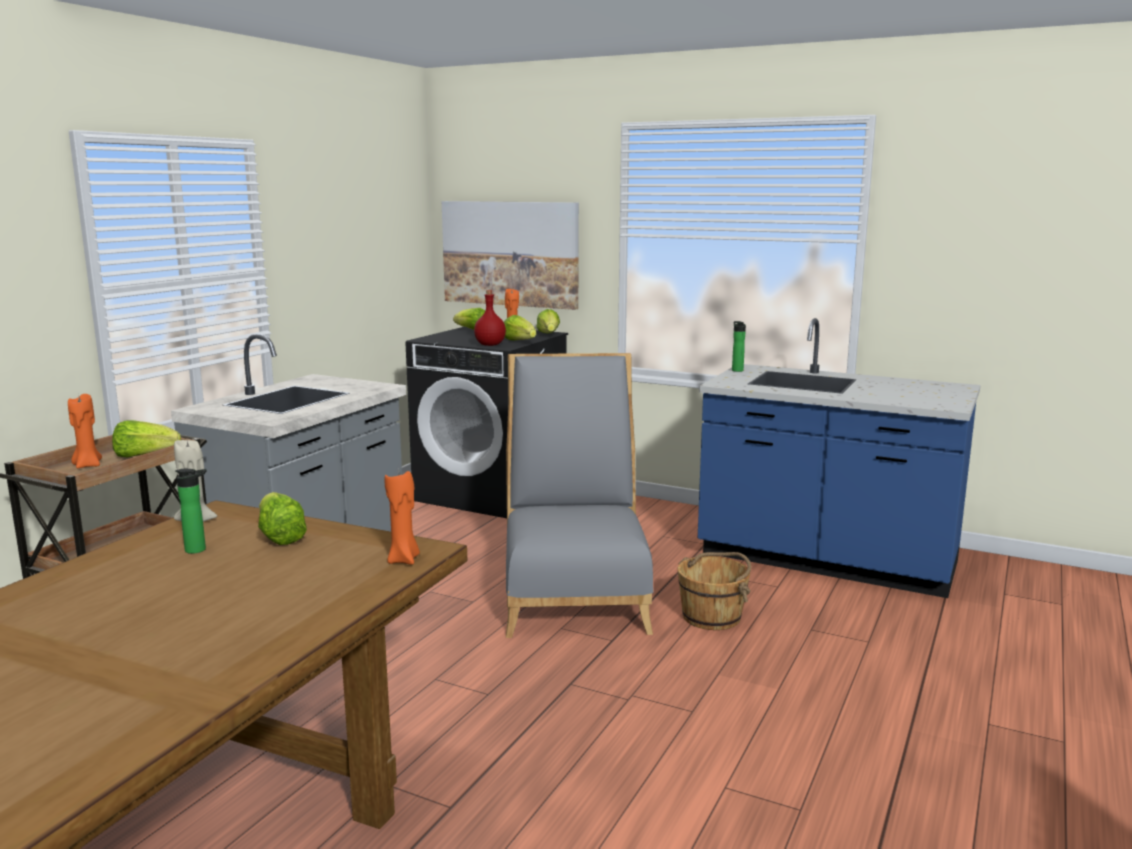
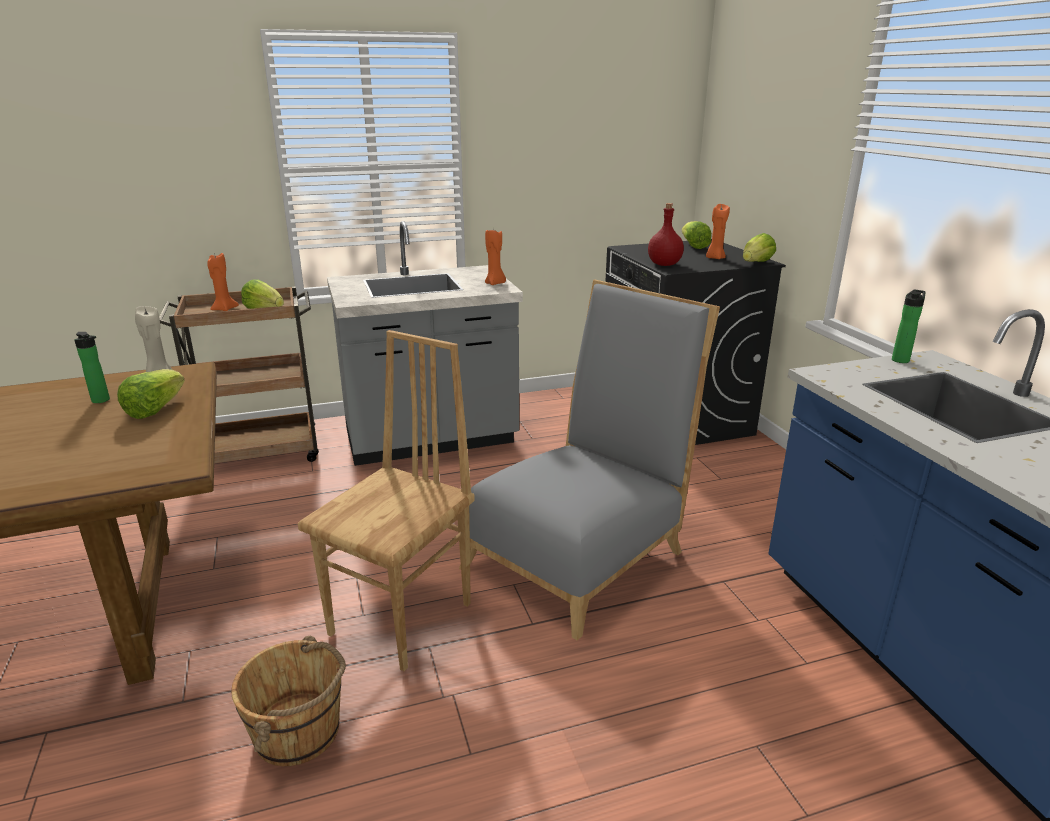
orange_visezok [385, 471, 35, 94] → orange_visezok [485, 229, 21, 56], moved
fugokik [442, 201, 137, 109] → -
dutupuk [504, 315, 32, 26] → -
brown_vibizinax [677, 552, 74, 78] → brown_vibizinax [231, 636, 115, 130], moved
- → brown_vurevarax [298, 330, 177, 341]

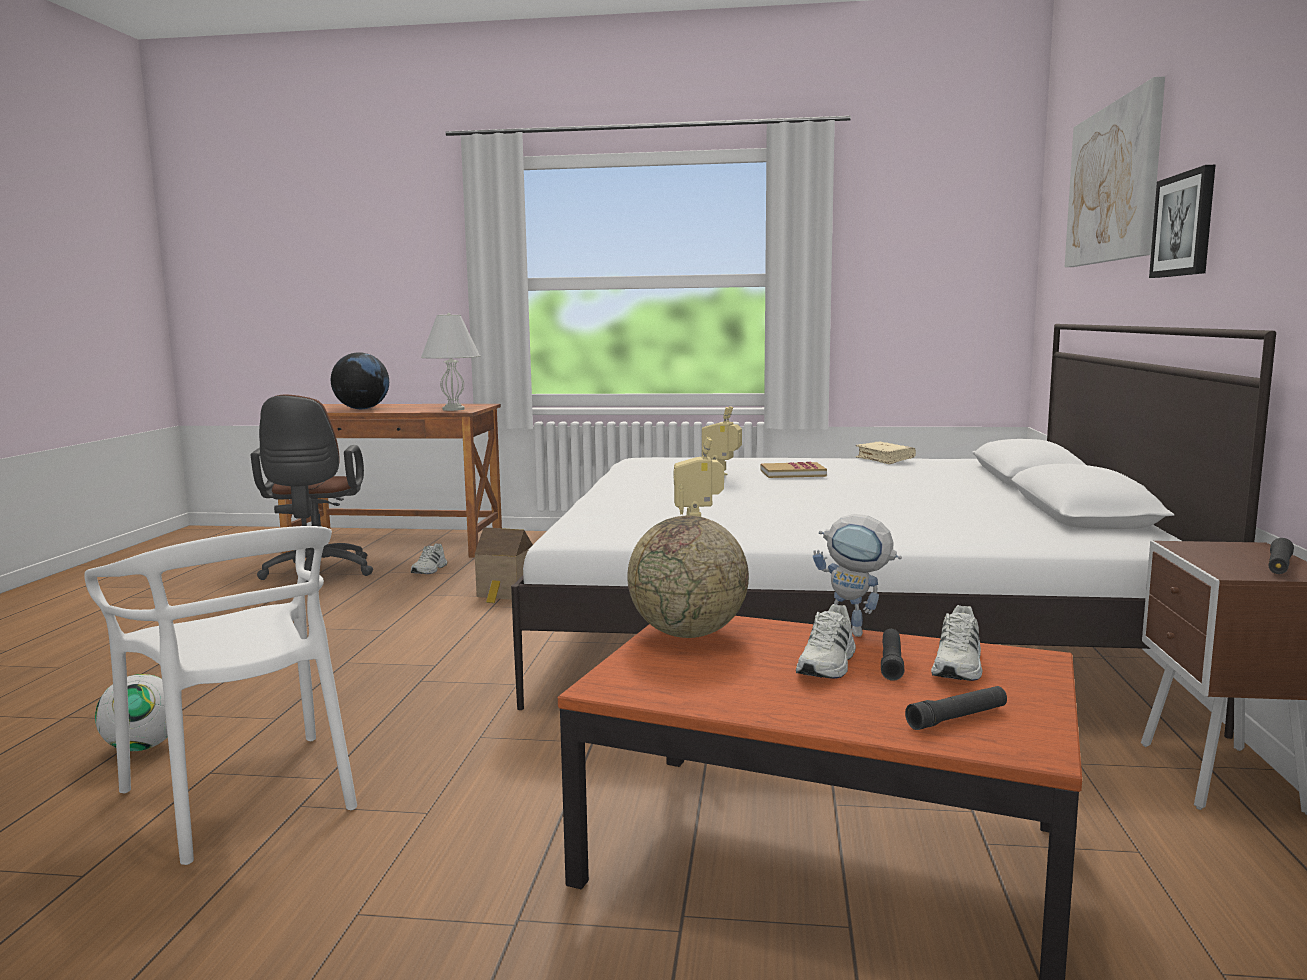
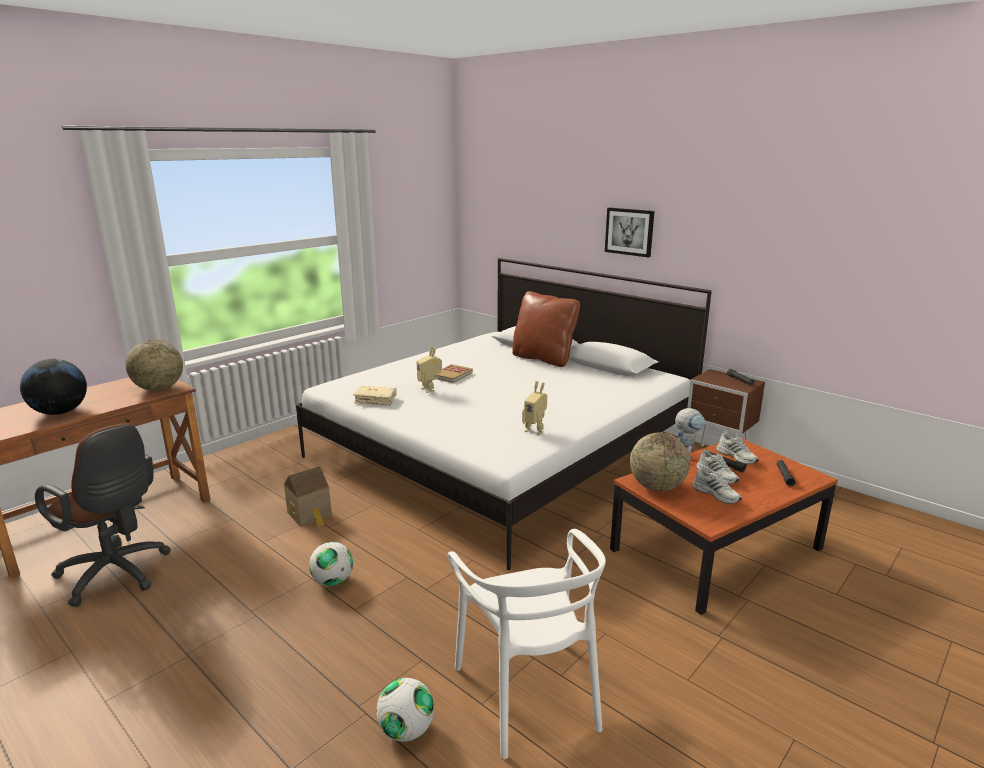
white_vurevarax [84, 526, 273, 339] → white_vurevarax [448, 529, 158, 230], 75 degrees clockwise
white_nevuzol [411, 543, 36, 31] → white_nevuzol [692, 467, 50, 37], moved
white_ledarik [421, 313, 59, 98] → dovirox [126, 340, 57, 51]
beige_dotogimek [856, 442, 60, 22] → beige_dotogimek [353, 386, 44, 20], moved
fugokik [1065, 76, 100, 191] → -
- → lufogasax [309, 542, 44, 44]
- → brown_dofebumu [512, 291, 68, 76]

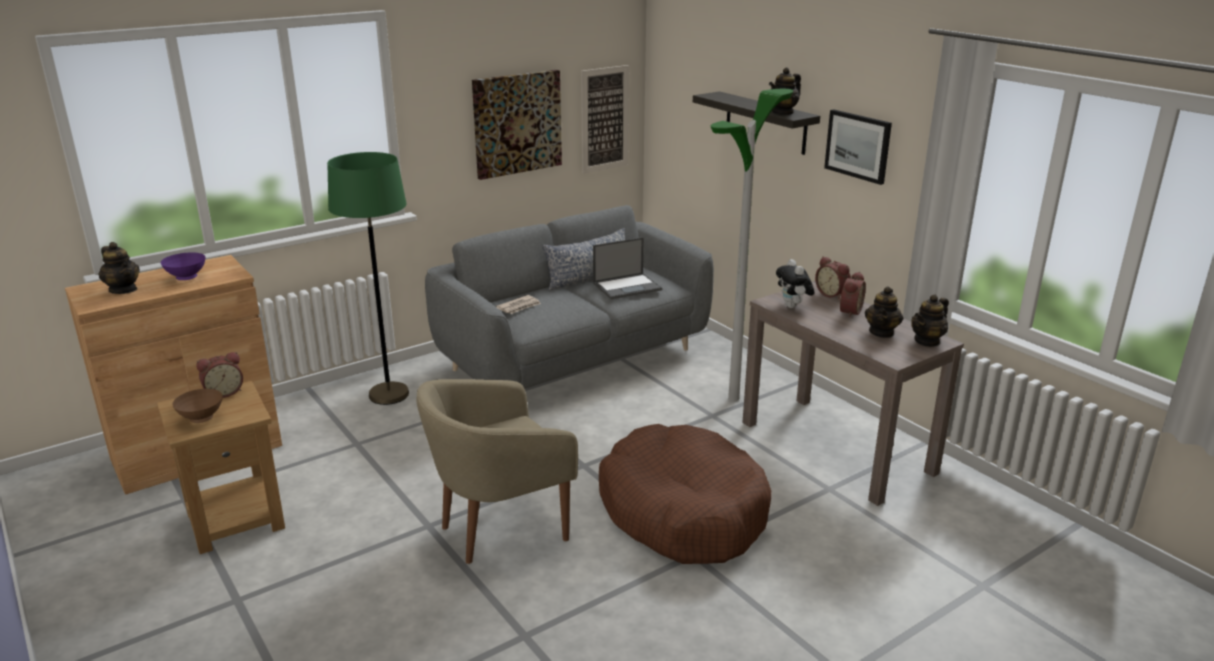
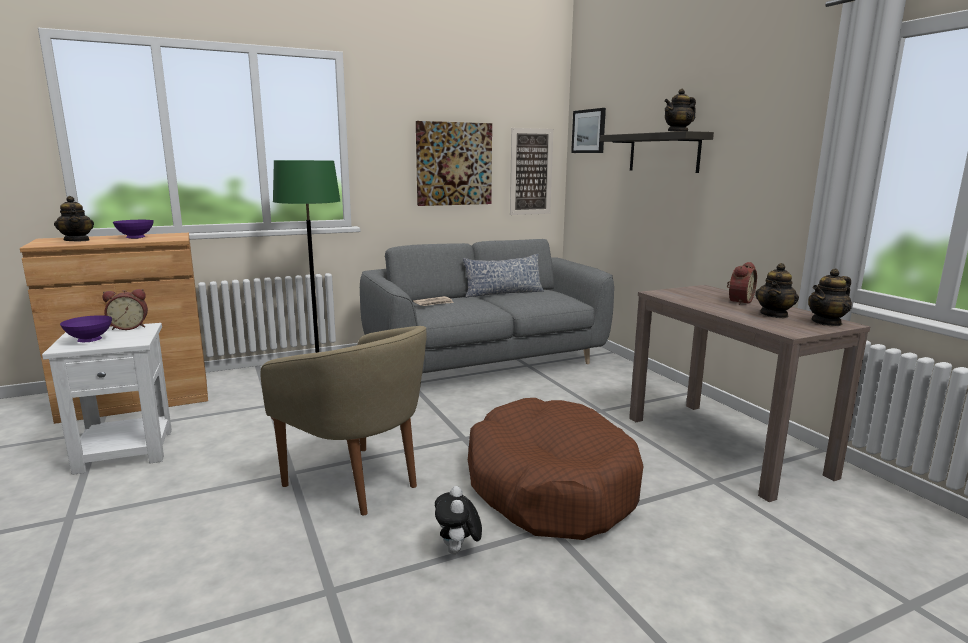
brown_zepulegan [157, 381, 128, 173] → white_zepulegan [42, 323, 130, 152]
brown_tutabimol [172, 389, 51, 34] → purple_tutabimol [60, 315, 52, 27]
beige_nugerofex [417, 379, 161, 185] → beige_nugerofex [260, 326, 167, 189], 120 degrees counterclockwise
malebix [593, 237, 69, 62] → -
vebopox [711, 89, 82, 312] → -
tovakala [776, 259, 39, 49] → tovakala [435, 486, 47, 68], moved
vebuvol [815, 256, 36, 43] → -
fugokik [824, 109, 68, 76] → fugokik [571, 108, 35, 45], moved

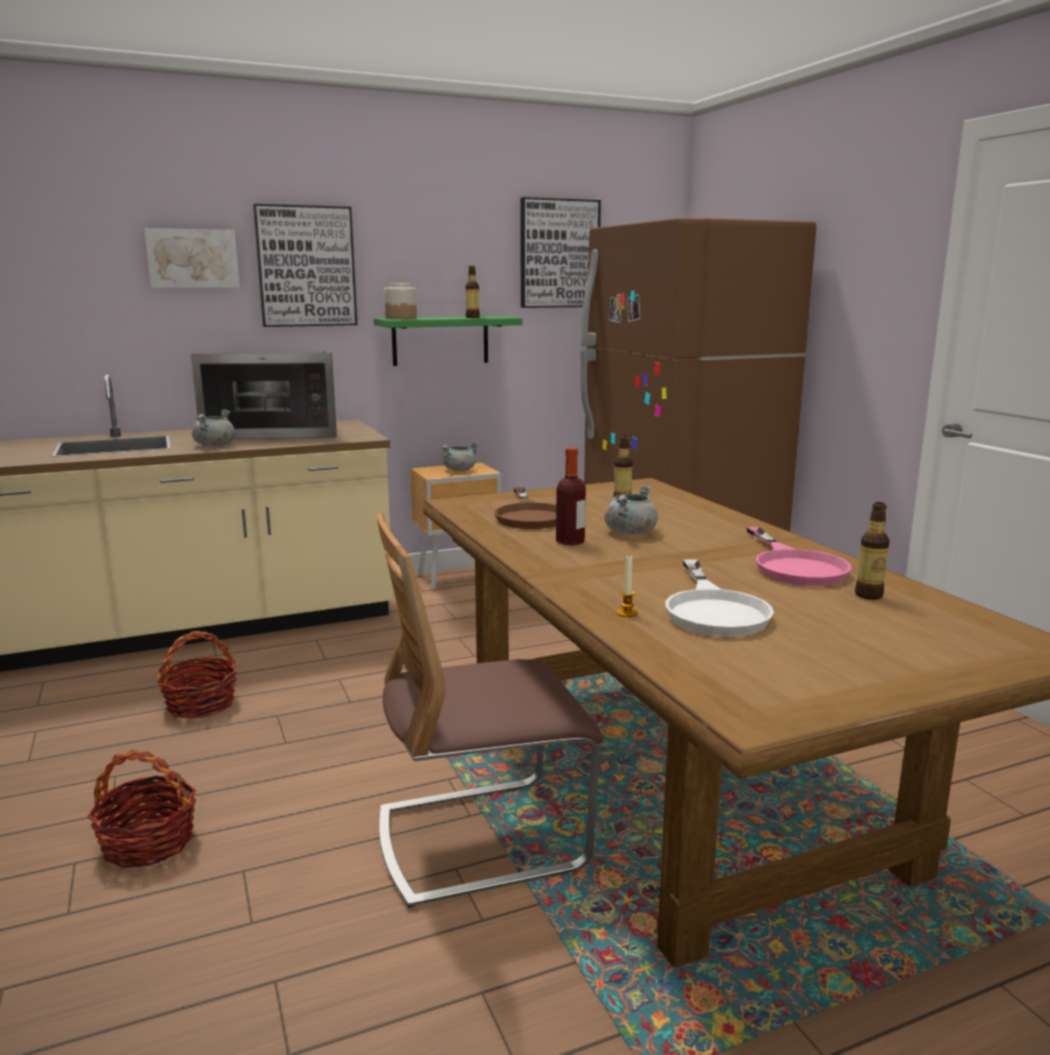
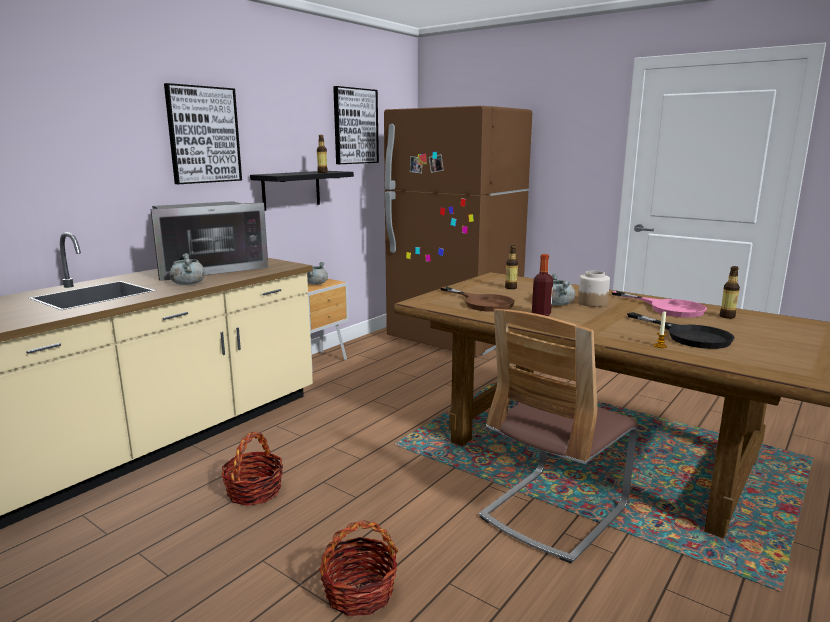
fugokik [144, 228, 96, 60] → -
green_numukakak [374, 316, 149, 50] → black_numukakak [250, 171, 104, 40]
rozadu [384, 283, 33, 36] → rozadu [578, 271, 32, 36], moved
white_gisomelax [665, 559, 109, 78] → black_gisomelax [627, 312, 108, 37]

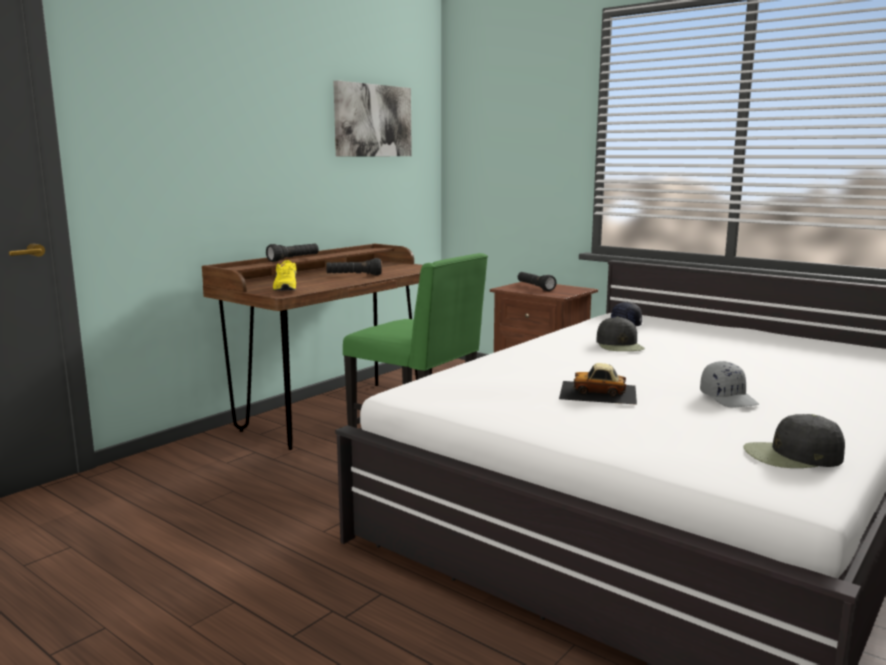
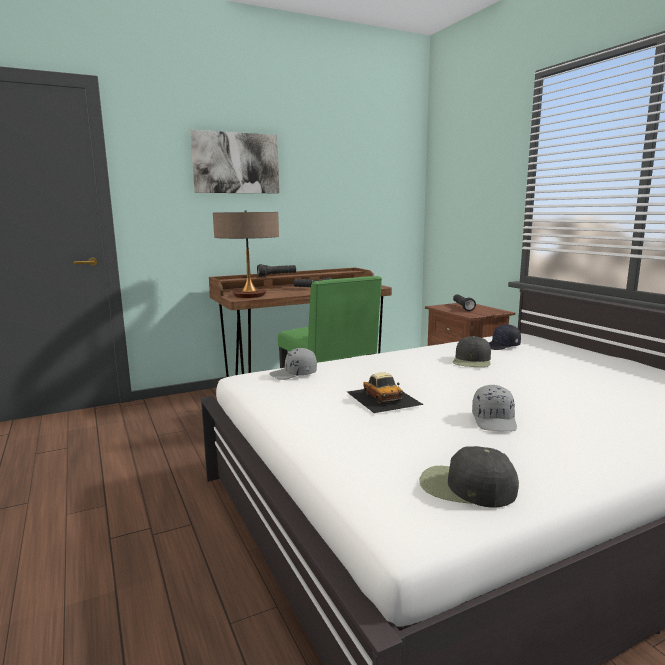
yellow_nevuzol [273, 260, 24, 31] → ledarik [213, 211, 66, 87]
fugokik [333, 80, 79, 76] → fugokik [190, 130, 89, 63], moved
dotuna [559, 363, 78, 42] → dotuna [347, 373, 77, 40], 150 degrees counterclockwise
- → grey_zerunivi [269, 348, 48, 32]

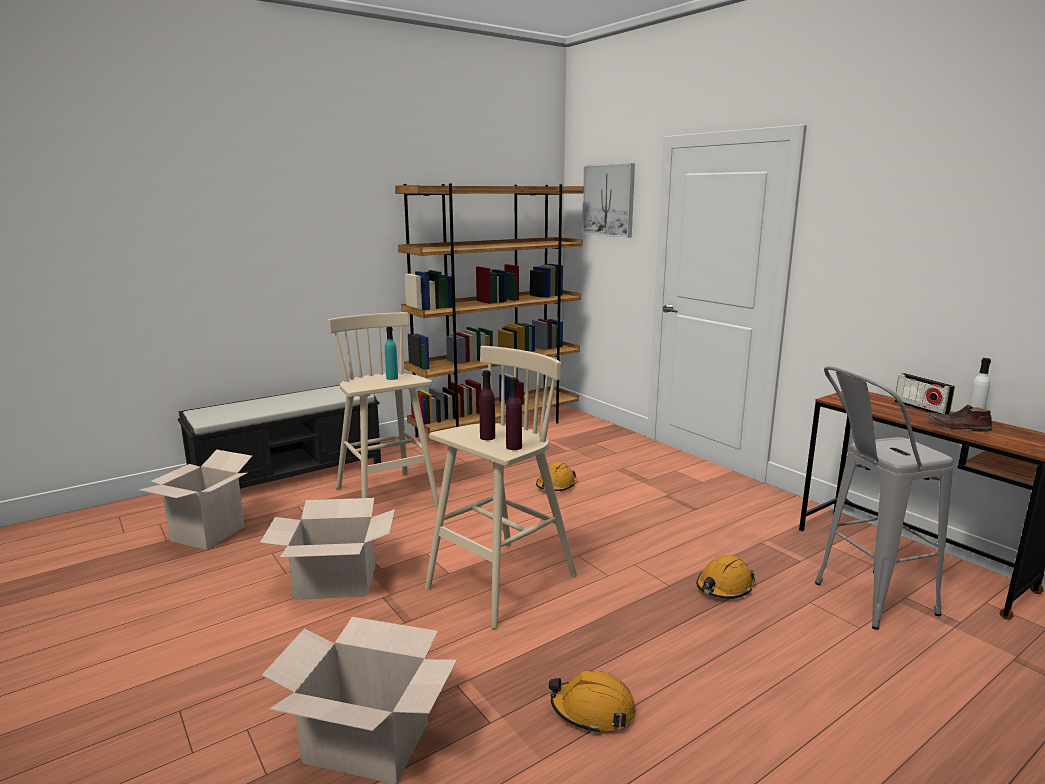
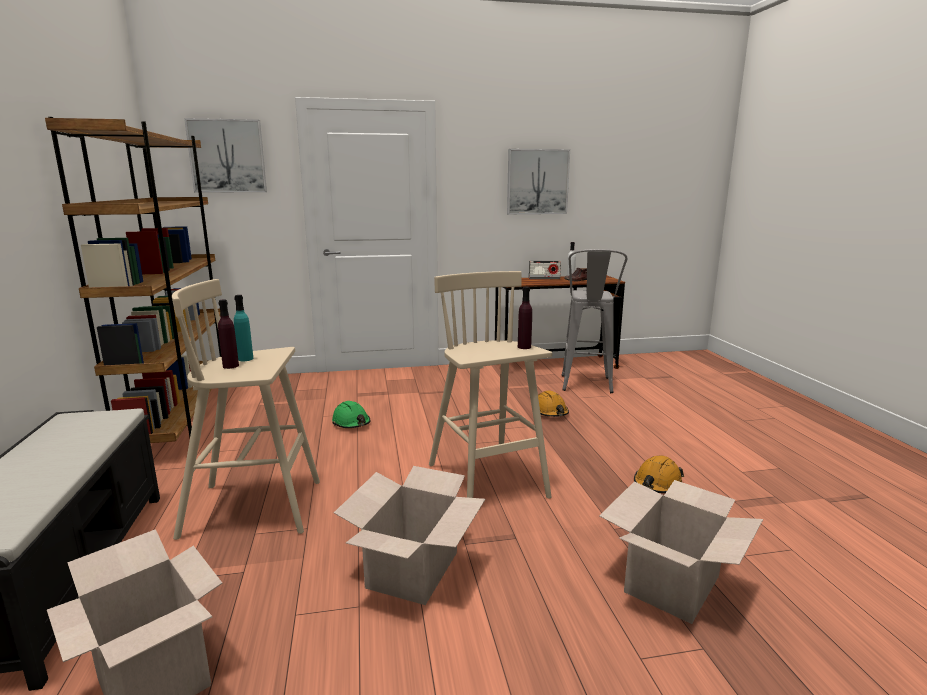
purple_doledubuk [479, 370, 16, 70] → purple_doledubuk [218, 300, 21, 69], moved
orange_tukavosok [536, 462, 41, 29] → green_tukavosok [332, 401, 39, 27]
- → fugokik [507, 149, 63, 65]

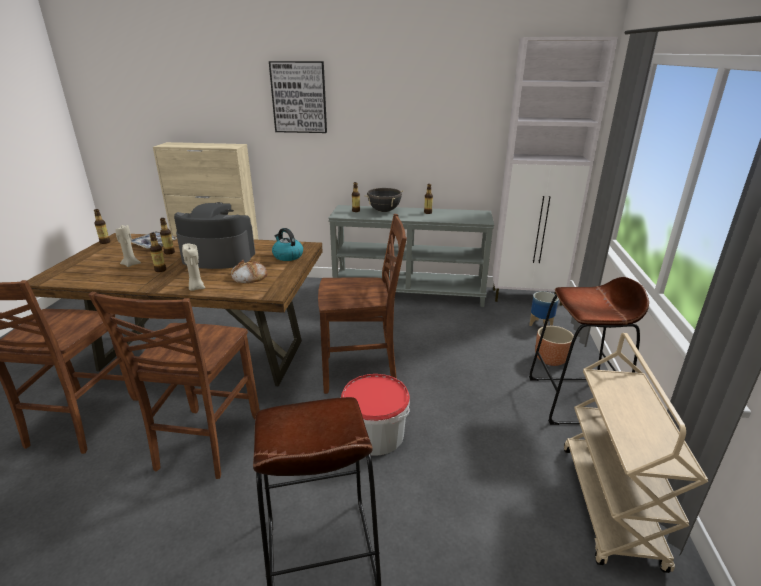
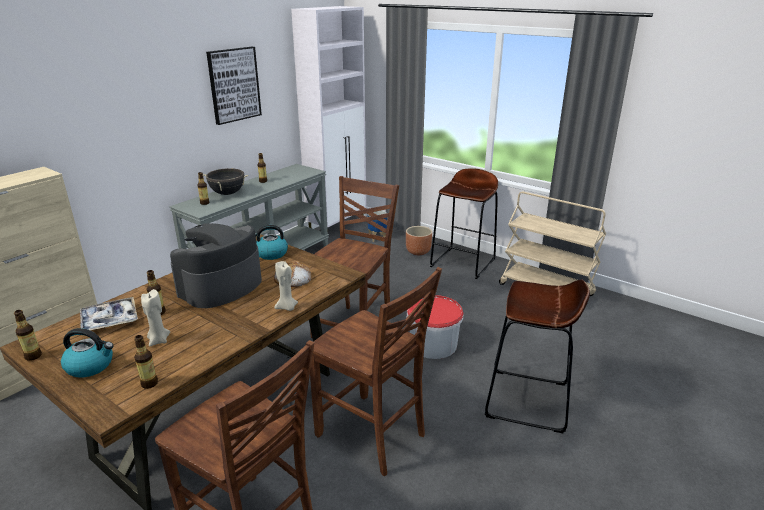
doledubuk [150, 233, 16, 39] → doledubuk [134, 335, 24, 54], moved
fugokik [269, 61, 58, 72] → fugokik [206, 47, 56, 78], moved
- → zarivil [61, 328, 53, 50]

